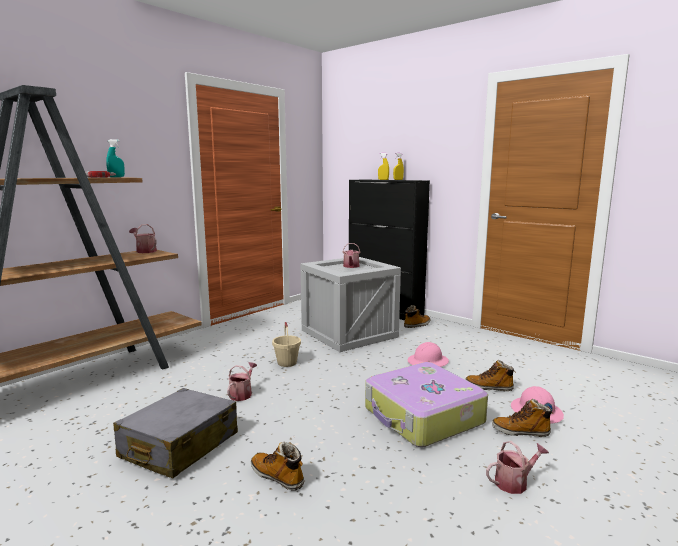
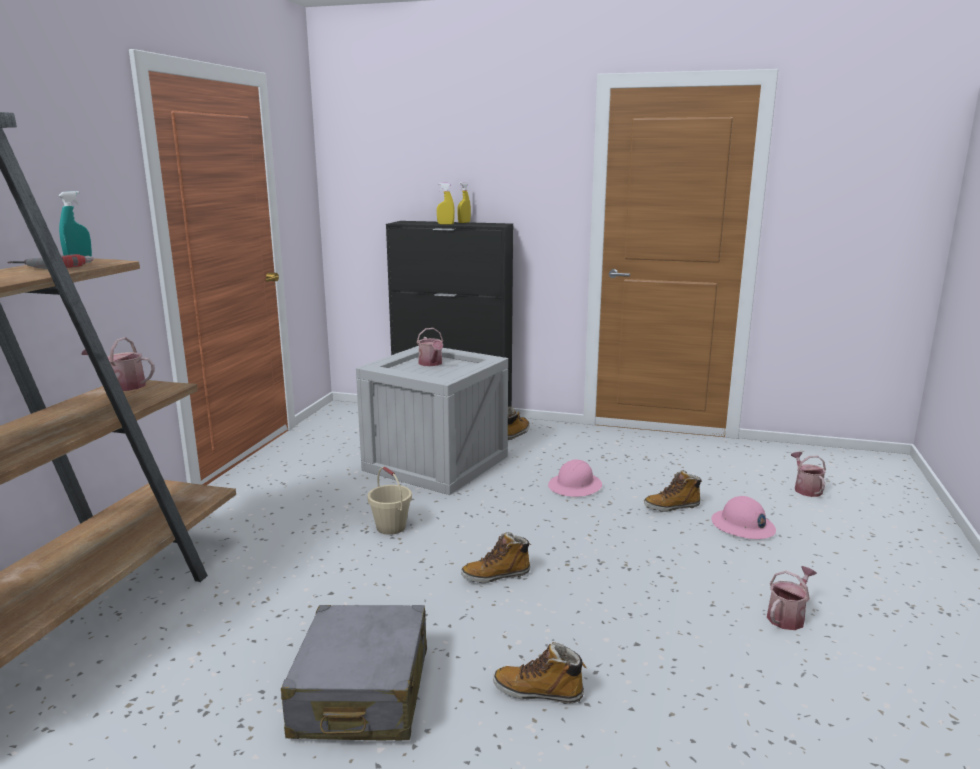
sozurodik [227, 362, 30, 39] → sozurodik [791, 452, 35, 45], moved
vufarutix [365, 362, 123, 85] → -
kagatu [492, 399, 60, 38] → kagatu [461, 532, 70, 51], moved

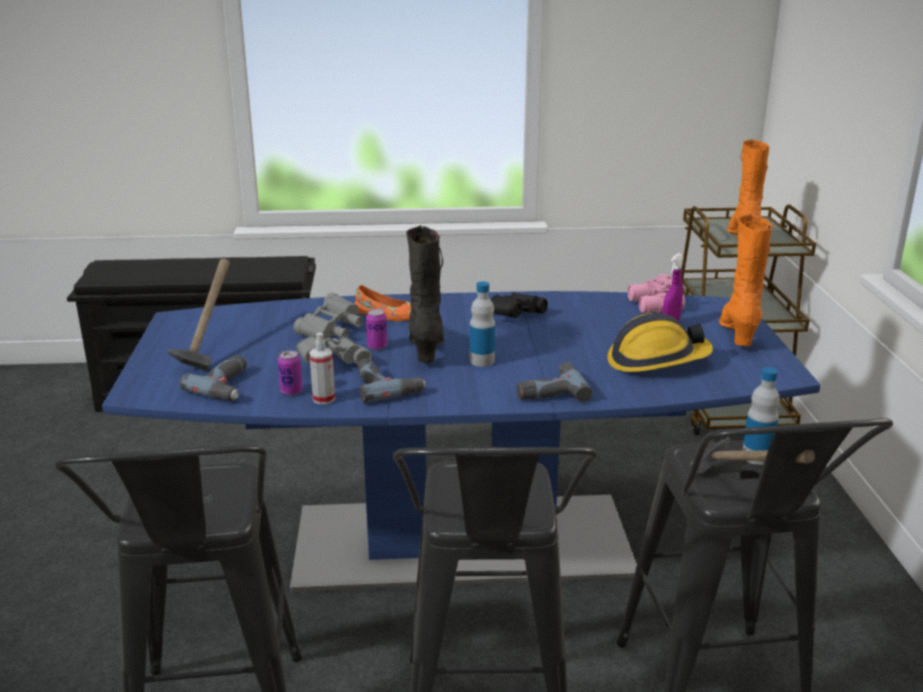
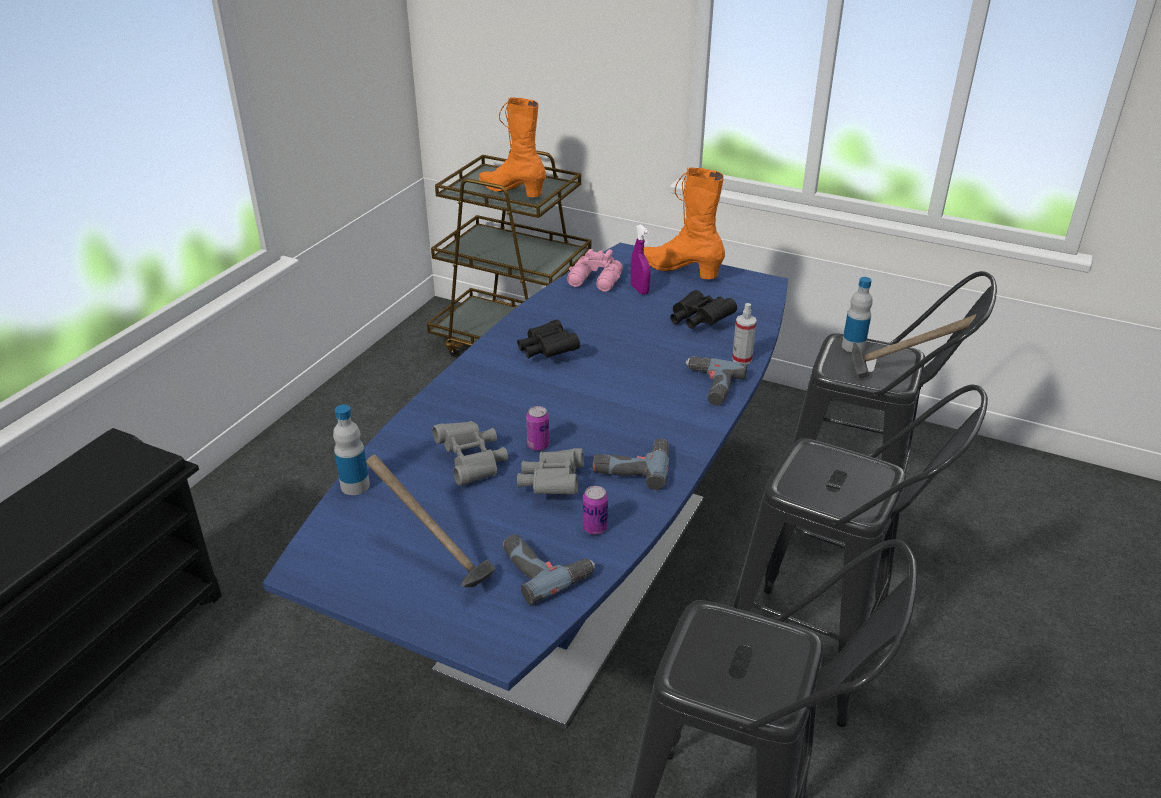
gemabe [309, 333, 26, 71] → gemabe [732, 303, 25, 61], moved
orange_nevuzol [355, 285, 56, 36] → -
black_kagatu [406, 225, 38, 138] → -
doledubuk [470, 281, 25, 86] → doledubuk [333, 405, 37, 90], moved
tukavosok [607, 313, 106, 59] → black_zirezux [670, 290, 67, 39]

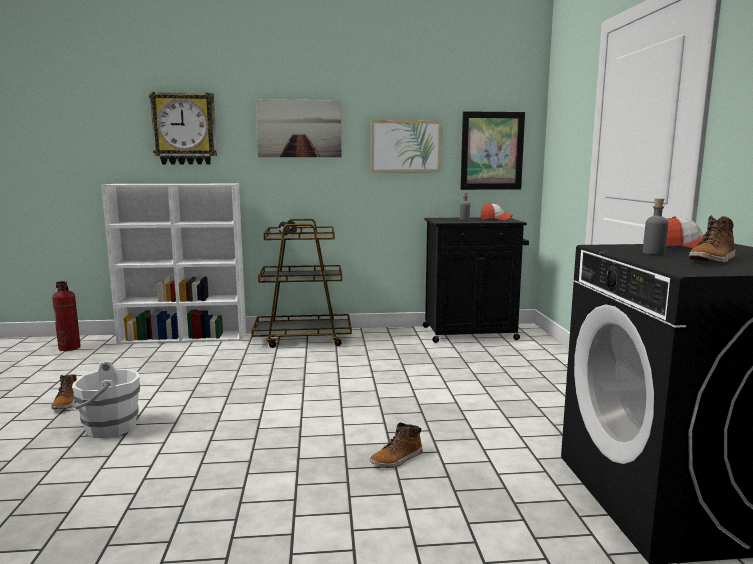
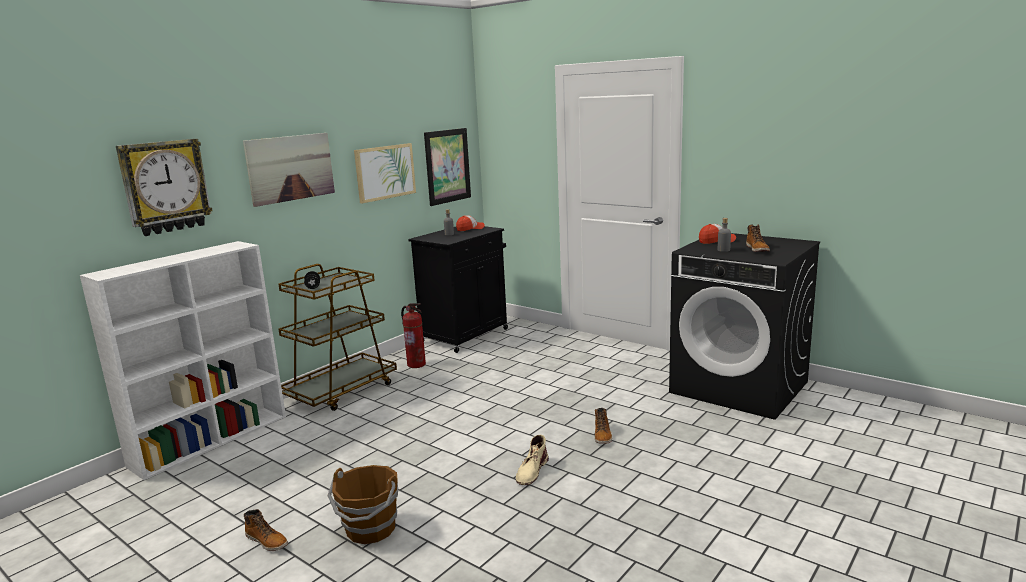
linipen [52, 281, 29, 70] → linipen [401, 303, 25, 65], moved
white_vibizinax [71, 361, 69, 77] → brown_vibizinax [328, 465, 70, 79]
- → beige_kagatu [516, 435, 33, 50]

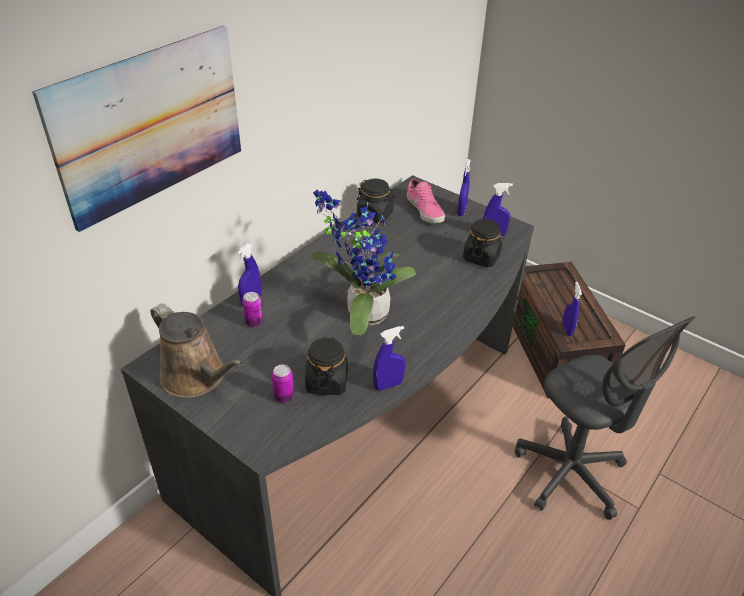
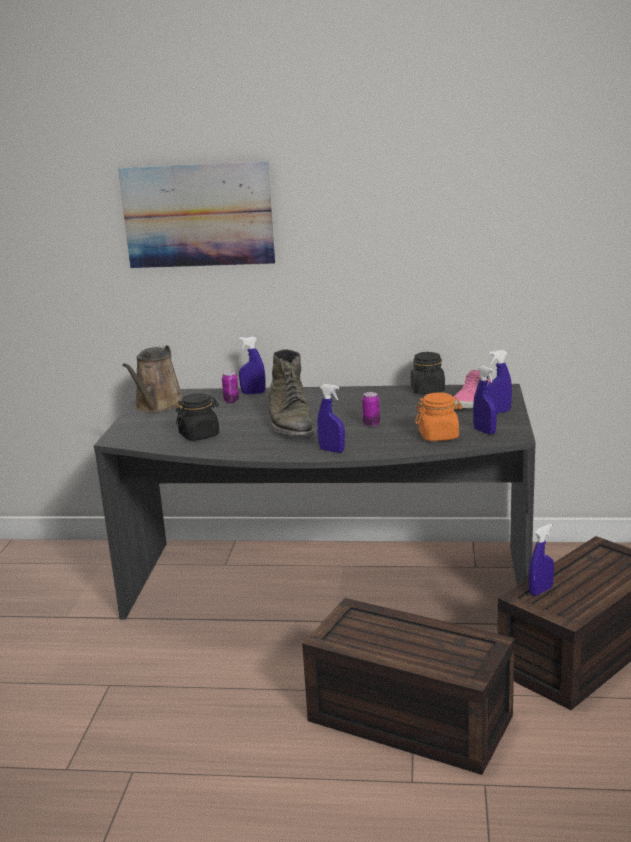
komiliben [272, 364, 22, 39] → komiliben [362, 392, 18, 35], moved
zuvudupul [309, 189, 107, 146] → green_kagatu [269, 349, 45, 87]
blue_gemabe [373, 326, 32, 65] → blue_gemabe [317, 384, 28, 69], moved
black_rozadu [463, 219, 39, 48] → orange_rozadu [415, 392, 48, 49]
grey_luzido [515, 316, 181, 204] → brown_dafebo [302, 598, 213, 177]

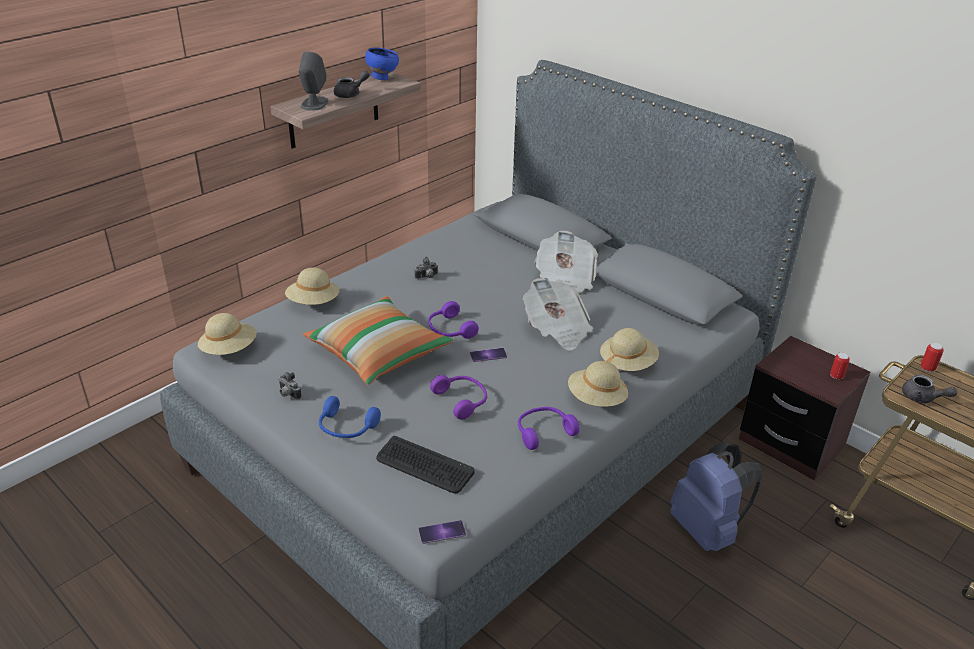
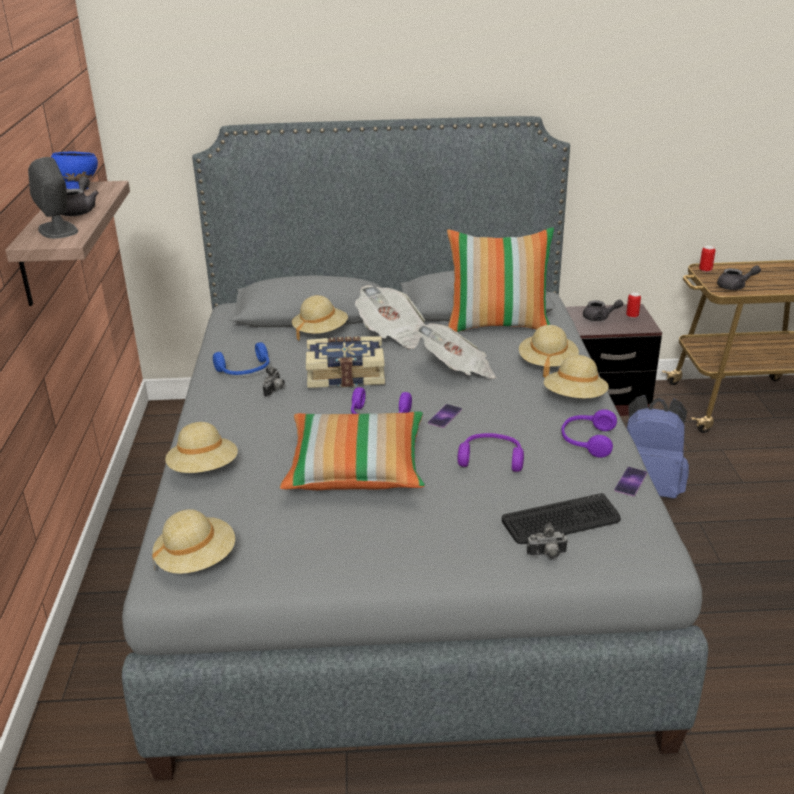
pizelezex [279, 372, 23, 27] → pizelezex [527, 522, 41, 37], moved
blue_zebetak [319, 396, 62, 42] → blue_zebetak [213, 342, 56, 33], moved
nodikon [418, 520, 48, 24] → nodikon [614, 467, 33, 29], moved
- → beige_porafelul [292, 295, 56, 46]
- → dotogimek [306, 336, 79, 52]
- → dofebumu [447, 227, 107, 105]
- → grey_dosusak [583, 300, 41, 21]

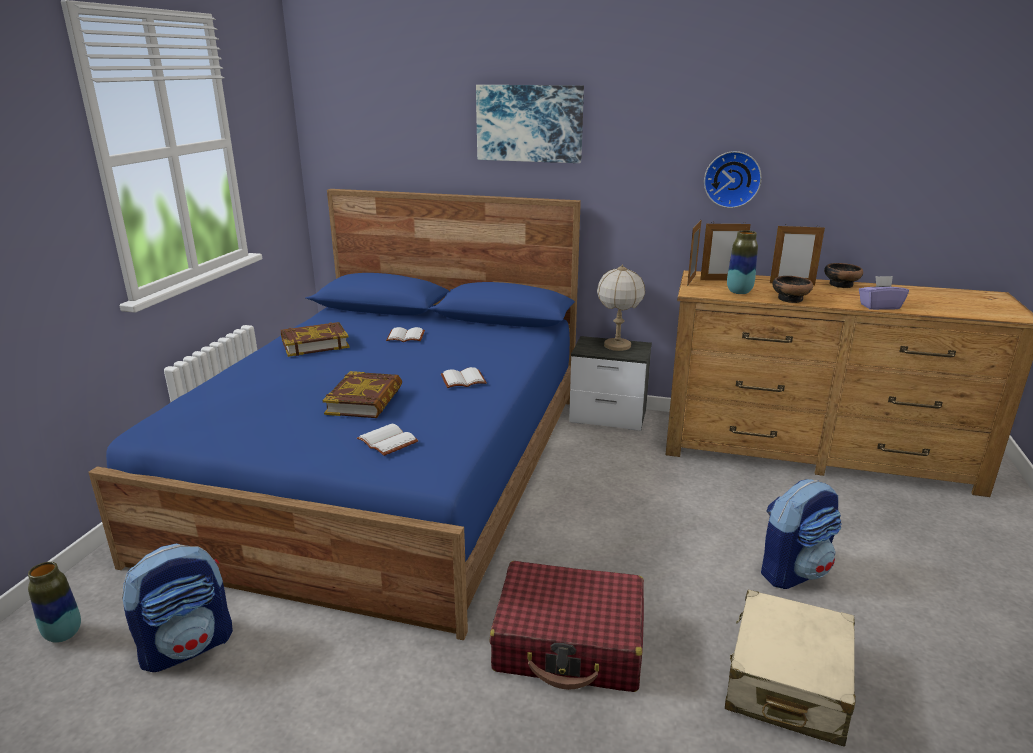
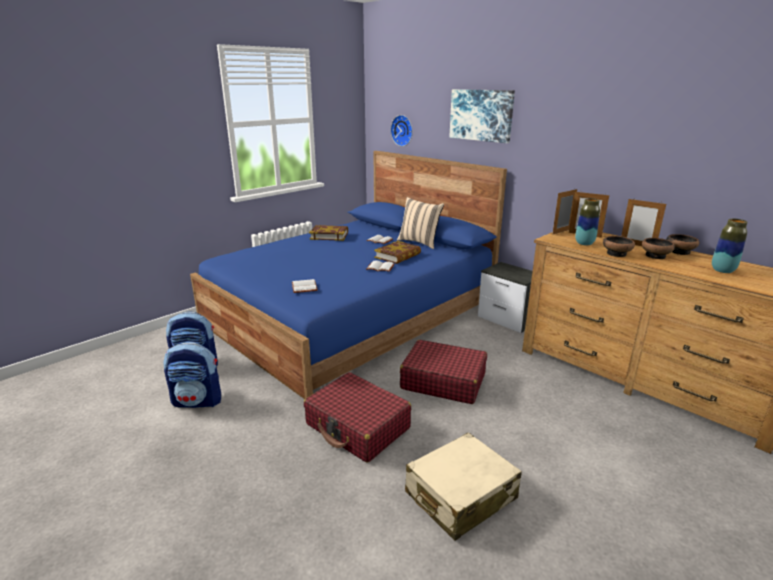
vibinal [28, 562, 53, 81] → vibinal [712, 219, 36, 54], moved
dotogimek [323, 371, 79, 47] → dotogimek [374, 241, 47, 23], moved
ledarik [597, 265, 48, 86] → -
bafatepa [704, 151, 58, 57] → bafatepa [391, 115, 22, 31], moved
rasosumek [761, 479, 81, 110] → rasosumek [163, 342, 58, 66], moved
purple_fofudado [859, 276, 50, 34] → -
- → beige_dofebumu [397, 197, 47, 52]
- → red_vufarutix [400, 340, 87, 64]
- → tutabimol [642, 238, 33, 21]

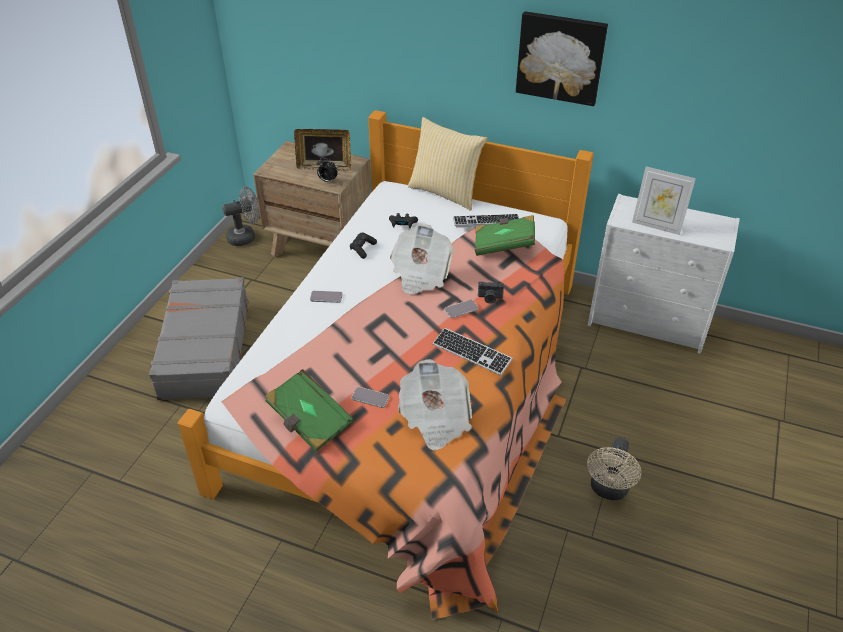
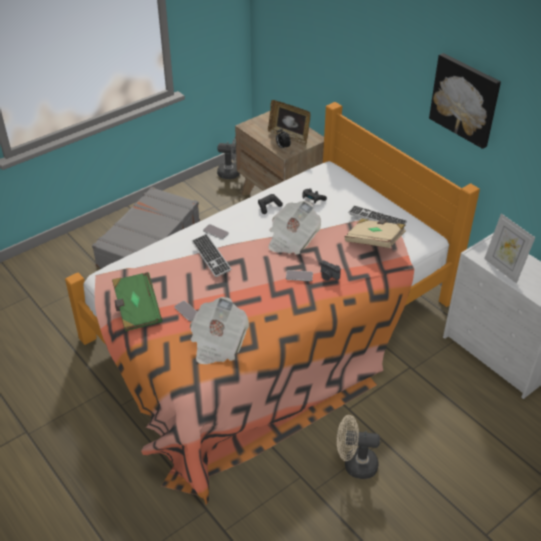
dofebumu [408, 117, 80, 94] → -
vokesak [433, 328, 80, 47] → vokesak [192, 234, 40, 43], moved
green_dotogimek [475, 215, 60, 41] → beige_dotogimek [345, 219, 61, 29]
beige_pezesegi [587, 437, 54, 63] → beige_pezesegi [337, 415, 43, 64], 45 degrees clockwise

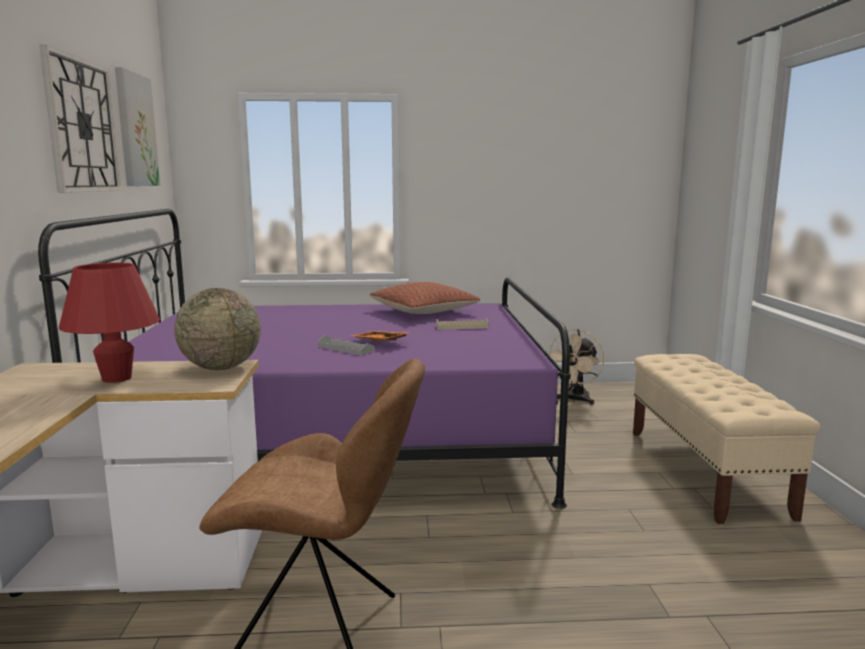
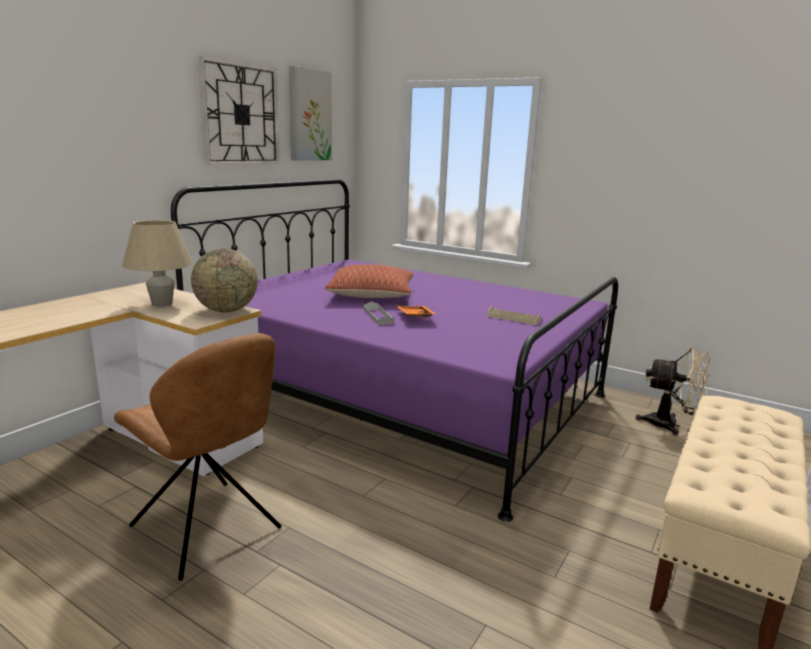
red_ledarik [59, 262, 101, 121] → beige_ledarik [122, 220, 71, 87]
dofebumu [369, 282, 111, 32] → dofebumu [325, 264, 89, 34], moved
beige_pezesegi [549, 329, 55, 76] → beige_pezesegi [636, 347, 74, 89], 135 degrees counterclockwise

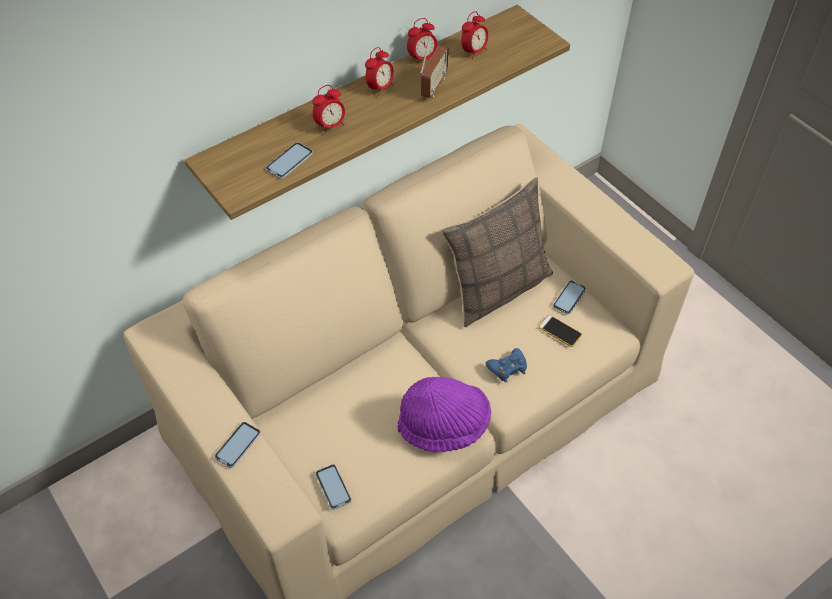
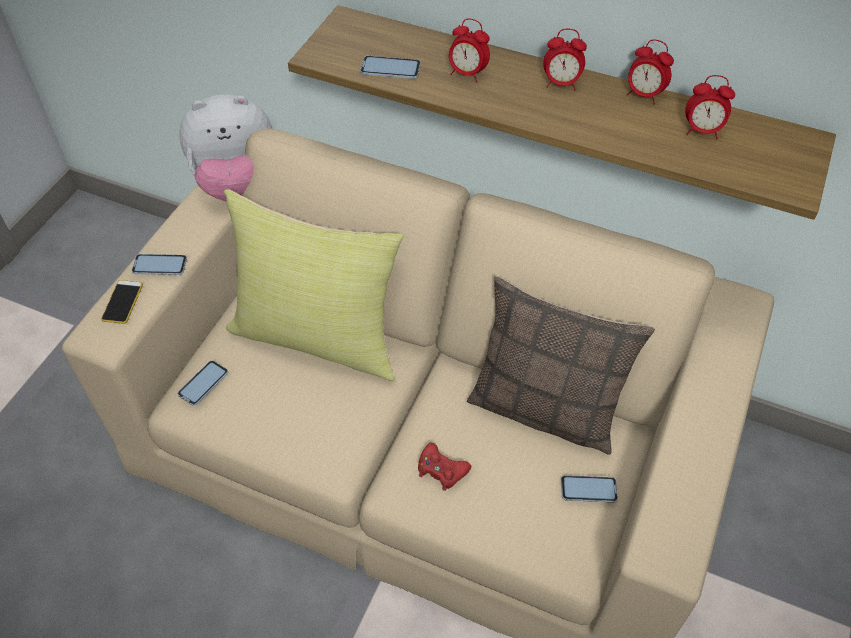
purple_porafelul [398, 377, 93, 76] → -
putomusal [420, 35, 29, 63] → -
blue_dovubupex [485, 348, 42, 35] → red_dovubupex [418, 442, 53, 49]
nodikon [539, 315, 43, 32] → nodikon [101, 280, 42, 44], moved
- → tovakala [179, 95, 93, 106]
- → yellow_dofebumu [224, 189, 180, 192]

